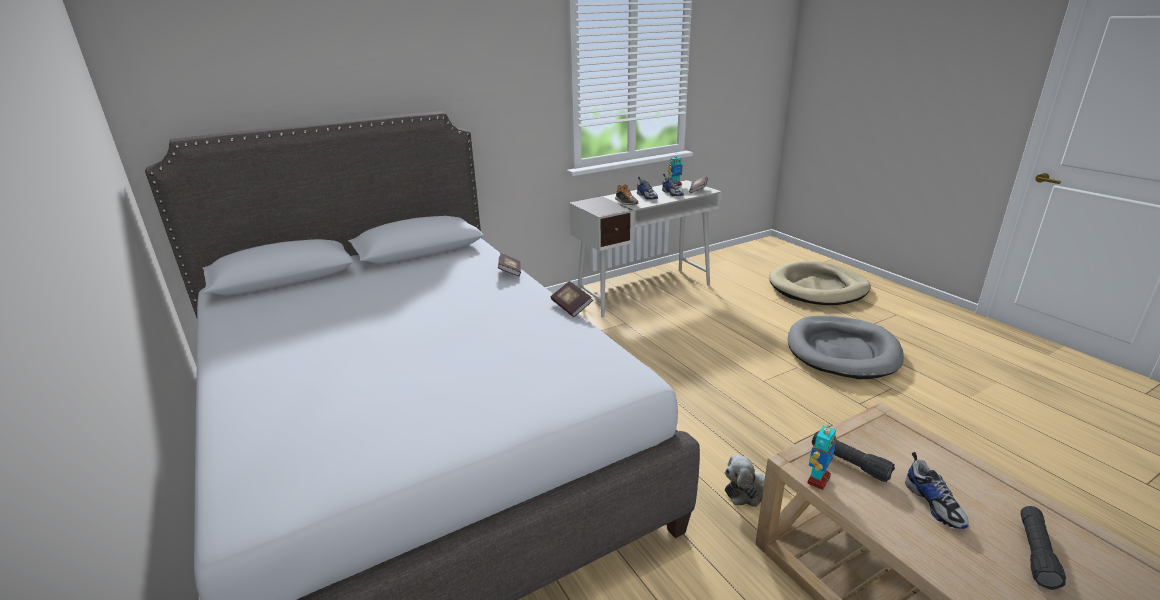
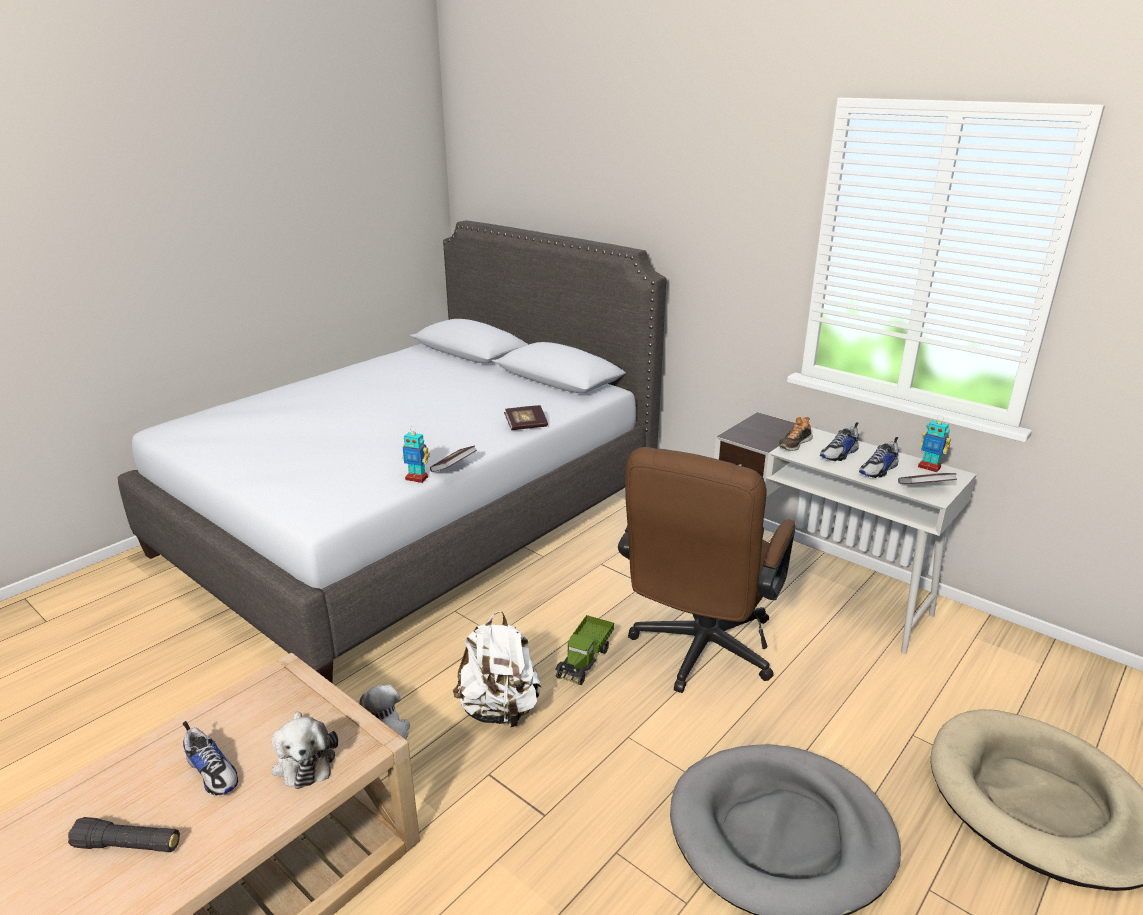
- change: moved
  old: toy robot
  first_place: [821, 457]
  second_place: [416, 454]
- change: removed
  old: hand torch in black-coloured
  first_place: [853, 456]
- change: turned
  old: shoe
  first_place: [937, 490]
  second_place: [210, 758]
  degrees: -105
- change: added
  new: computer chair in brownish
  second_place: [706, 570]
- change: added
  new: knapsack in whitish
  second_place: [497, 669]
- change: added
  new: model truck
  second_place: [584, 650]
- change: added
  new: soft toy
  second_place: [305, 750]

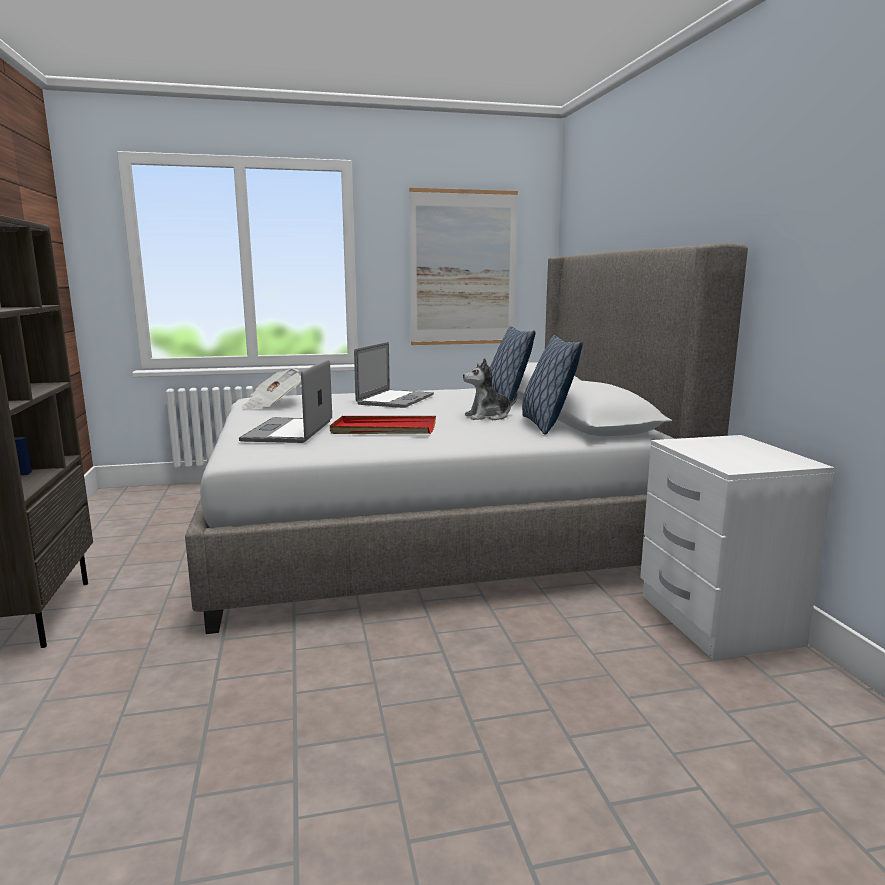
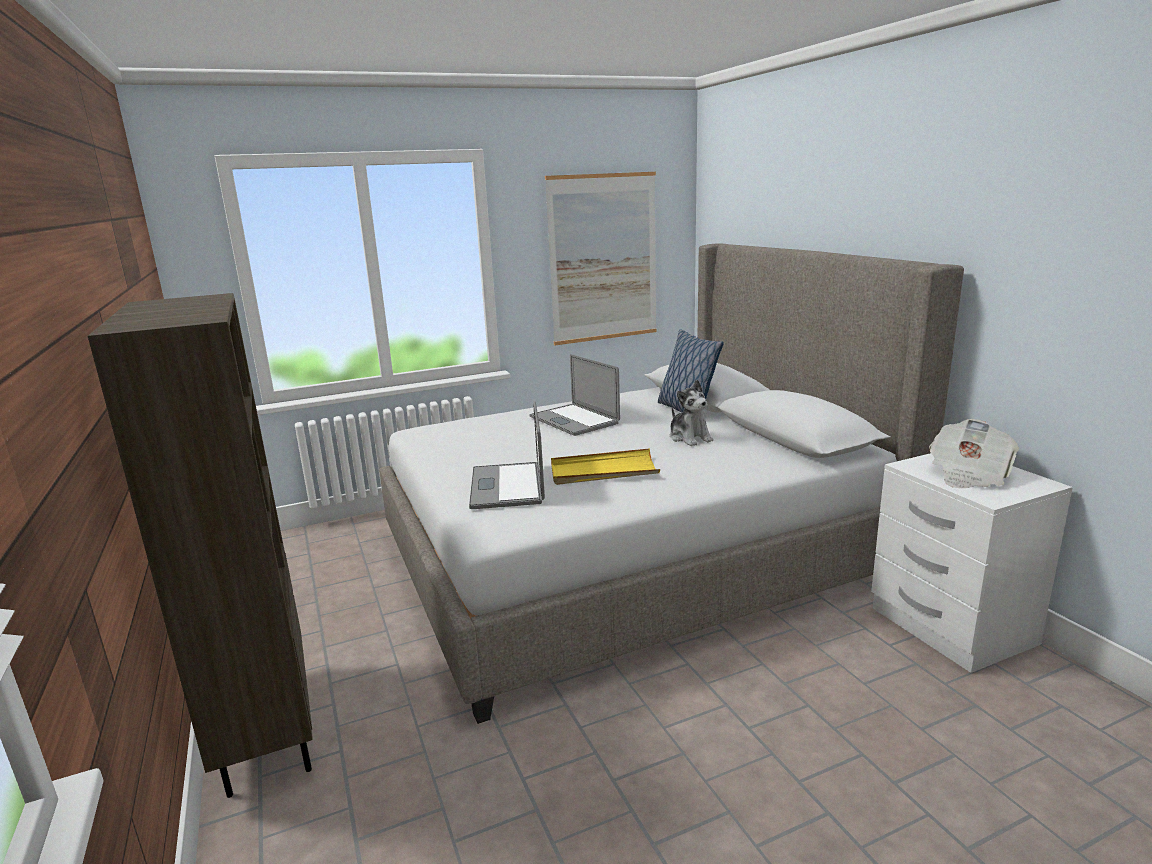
- change: removed
  old: pillow
  first_place: [552, 385]
- change: turned
  old: laptop
  first_place: [394, 375]
  second_place: [574, 395]
  degrees: 135
- change: turned
  old: soft toy
  first_place: [490, 389]
  second_place: [692, 413]
  degrees: -90
- change: moved
  old: printed paper
  first_place: [271, 389]
  second_place: [974, 453]
- change: recoloured
  old: carrying tray in red
  new: carrying tray in yellow
  first_place: [383, 425]
  second_place: [605, 466]

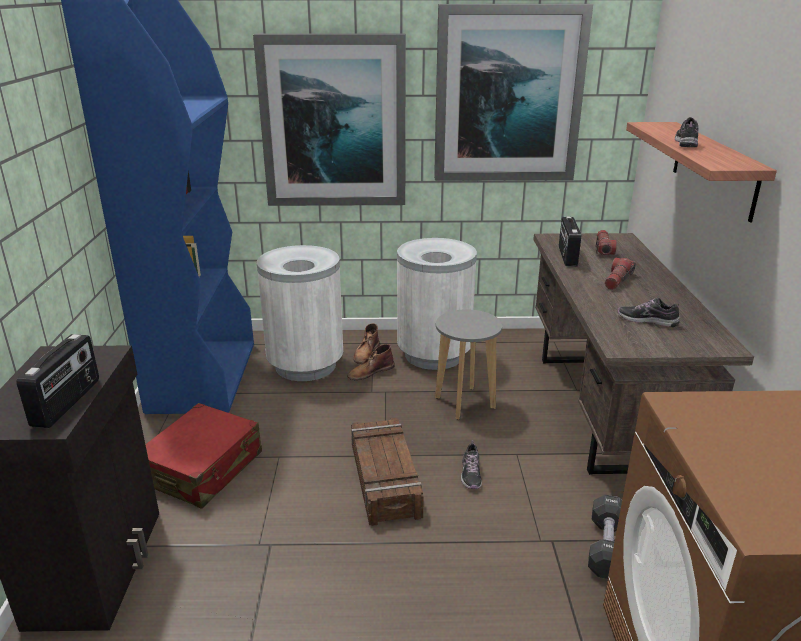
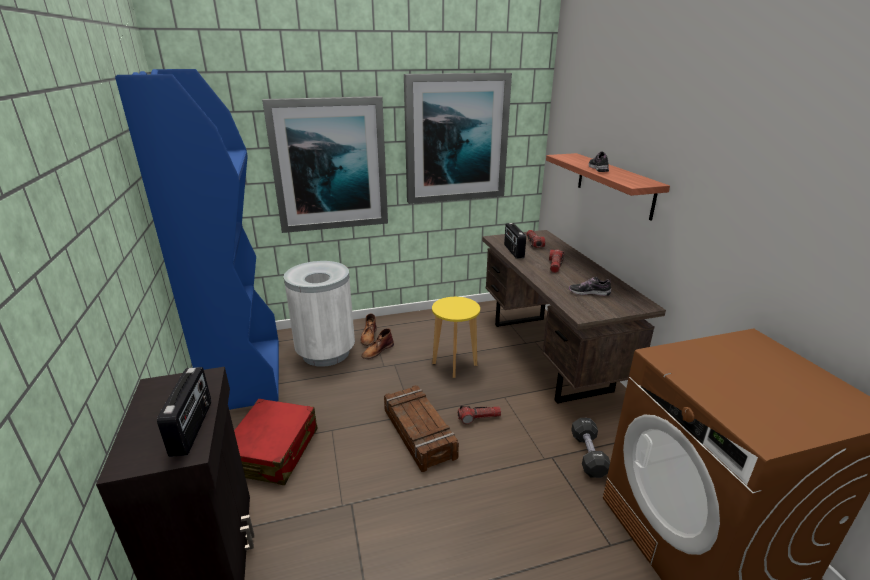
- change: removed
  old: rubbish bin in whitish
  first_place: [437, 304]
- change: recoloured
  old: stool in grey
  new: stool in yellow
  first_place: [468, 364]
  second_place: [456, 337]
- change: replaced
  old: shoe
  new: hand torch
  first_place: [471, 464]
  second_place: [479, 414]

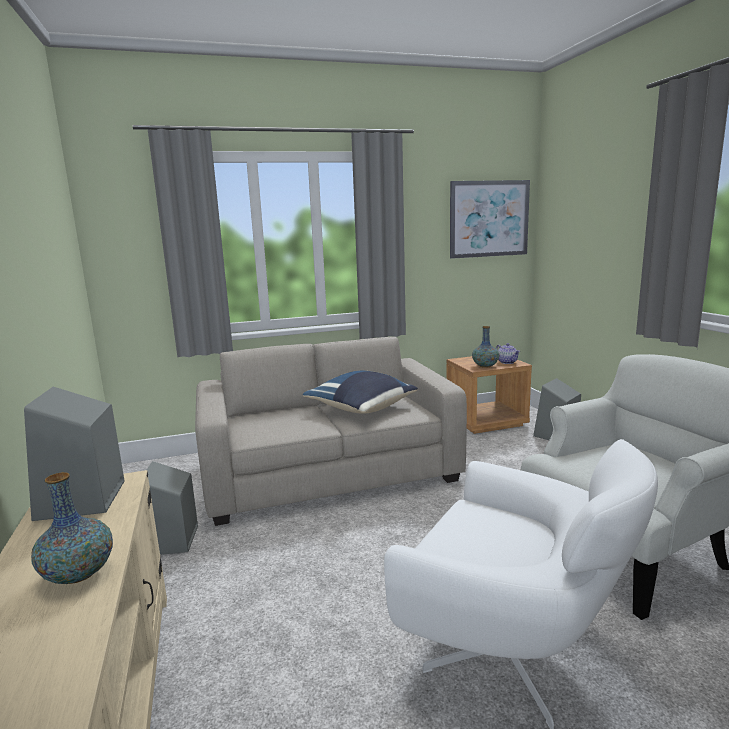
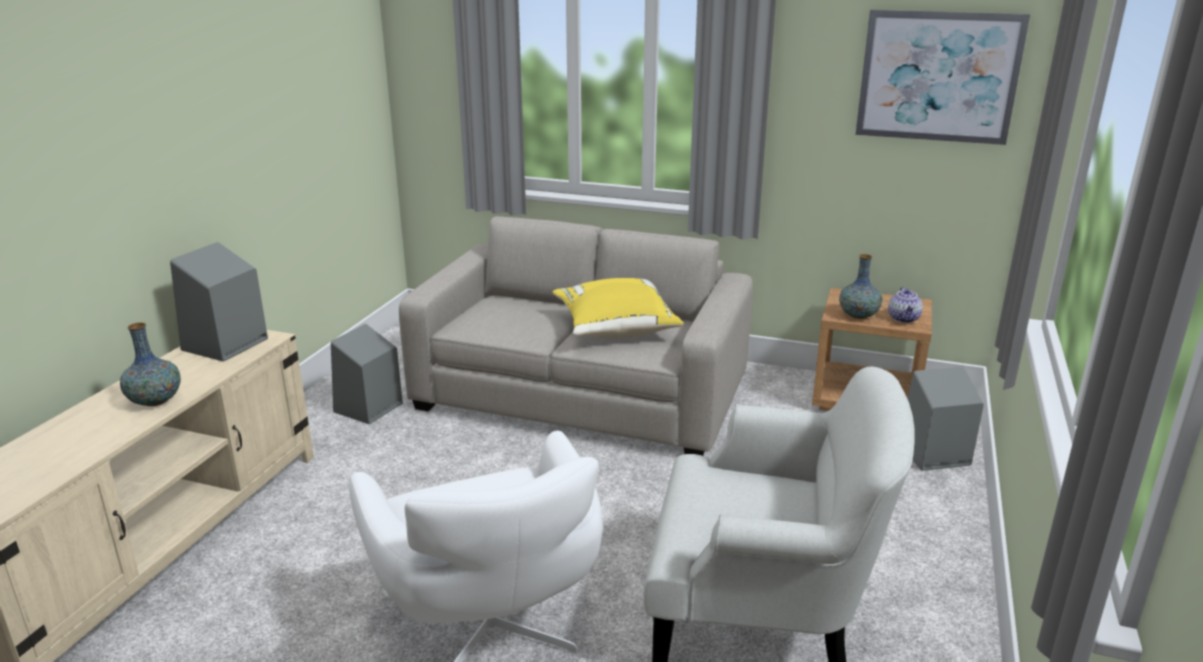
- change: recoloured
  old: pillow in blue
  new: pillow in yellow
  first_place: [360, 392]
  second_place: [618, 308]

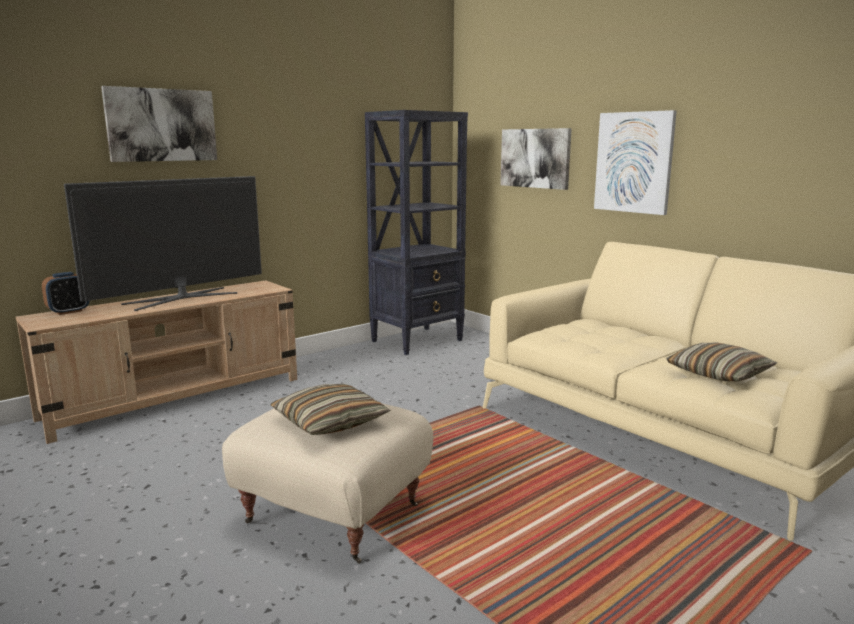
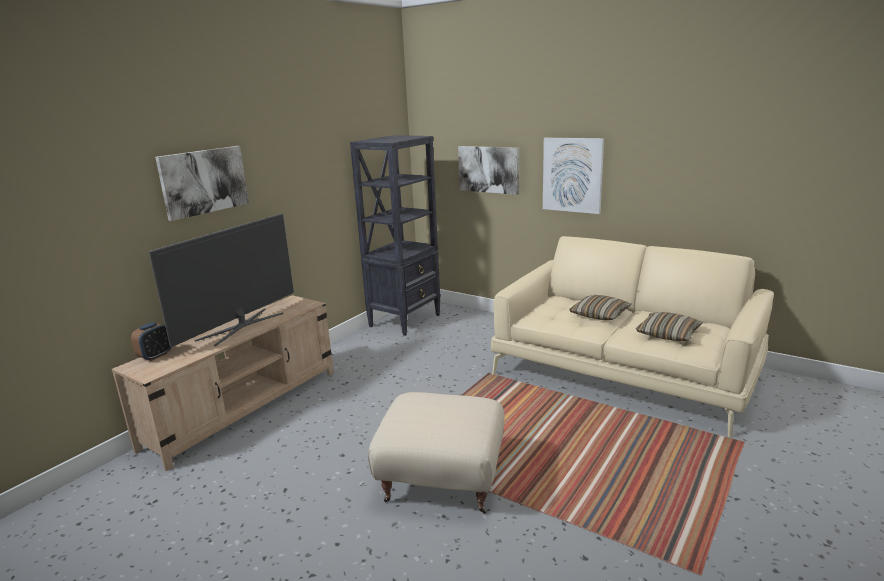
- change: moved
  old: pillow
  first_place: [331, 409]
  second_place: [600, 307]

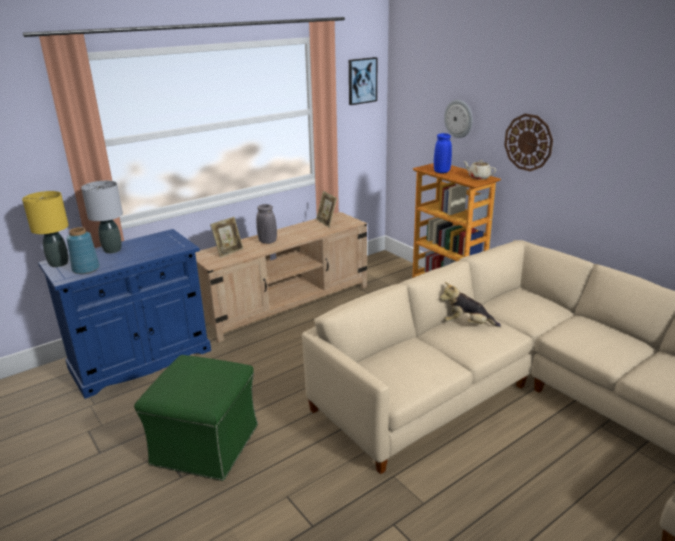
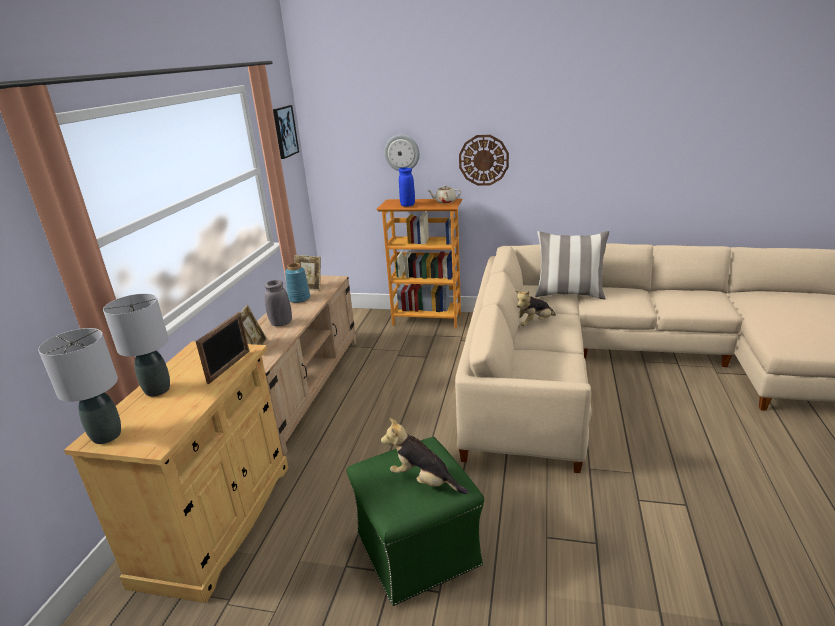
- change: recoloured
  old: lamp for a table in yellow
  new: lamp for a table in grey
  first_place: [45, 229]
  second_place: [79, 386]
- change: moved
  old: decorative vase in blue
  first_place: [83, 250]
  second_place: [297, 283]
- change: recoloured
  old: cabinet in blue
  new: cabinet in beige
  first_place: [124, 314]
  second_place: [176, 472]
- change: added
  new: pillow
  second_place: [572, 265]
- change: added
  new: picture frame
  second_place: [222, 348]
- change: added
  new: soft toy
  second_place: [424, 456]

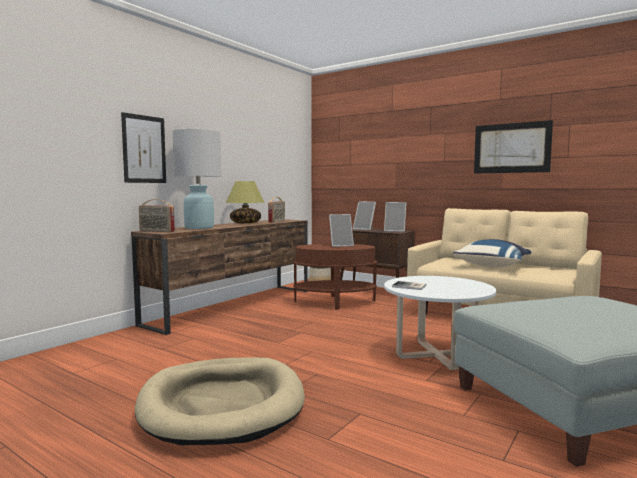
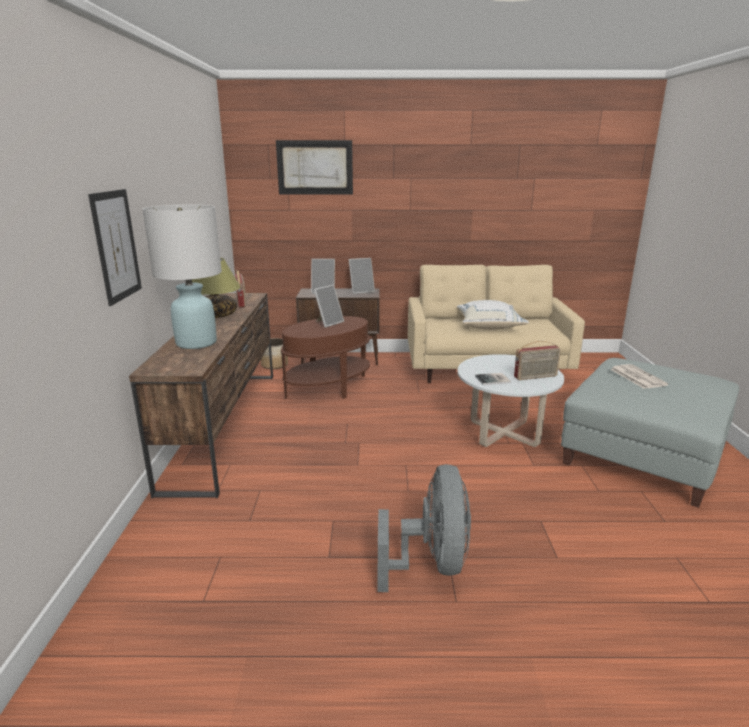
- change: moved
  old: picture
  first_place: [513, 147]
  second_place: [314, 167]
- change: moved
  old: radio set
  first_place: [157, 215]
  second_place: [537, 360]
- change: recoloured
  old: pillow in blue
  new: pillow in whitish
  first_place: [492, 253]
  second_place: [493, 315]
- change: replaced
  old: dog cushion in beige
  new: electric fan in grey
  first_place: [220, 401]
  second_place: [424, 528]
- change: added
  new: printed paper
  second_place: [639, 376]

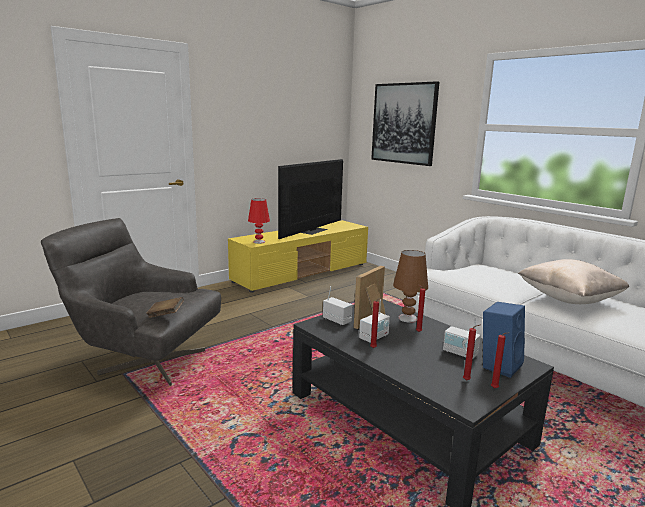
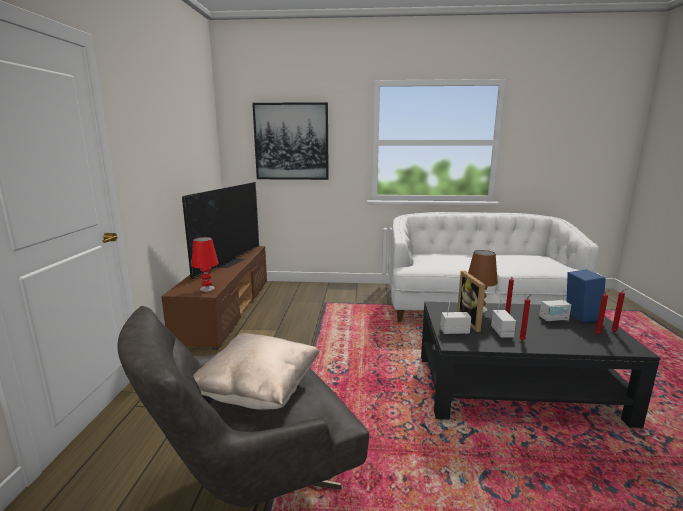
- change: turned
  old: TV
  first_place: [310, 199]
  second_place: [220, 230]
  degrees: -150
- change: recoloured
  old: tv stand in yellow
  new: tv stand in brownish
  first_place: [298, 256]
  second_place: [214, 298]
- change: moved
  old: pillow in beige
  first_place: [574, 281]
  second_place: [256, 371]
- change: removed
  old: book in brownish
  first_place: [165, 307]

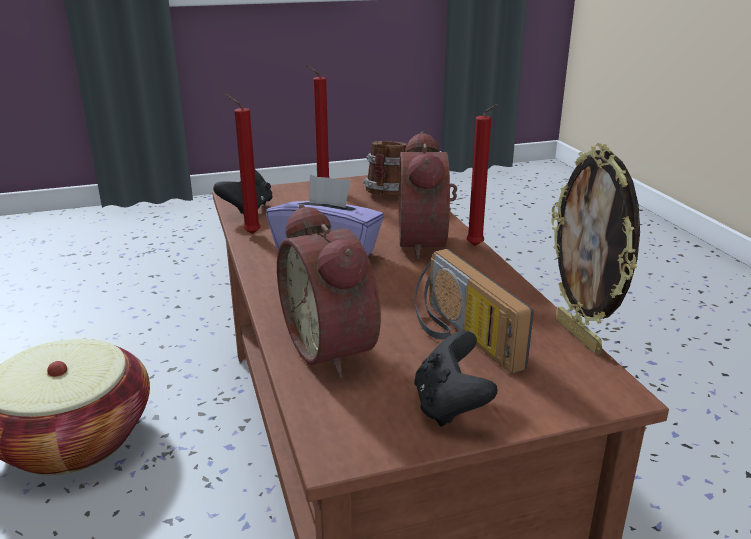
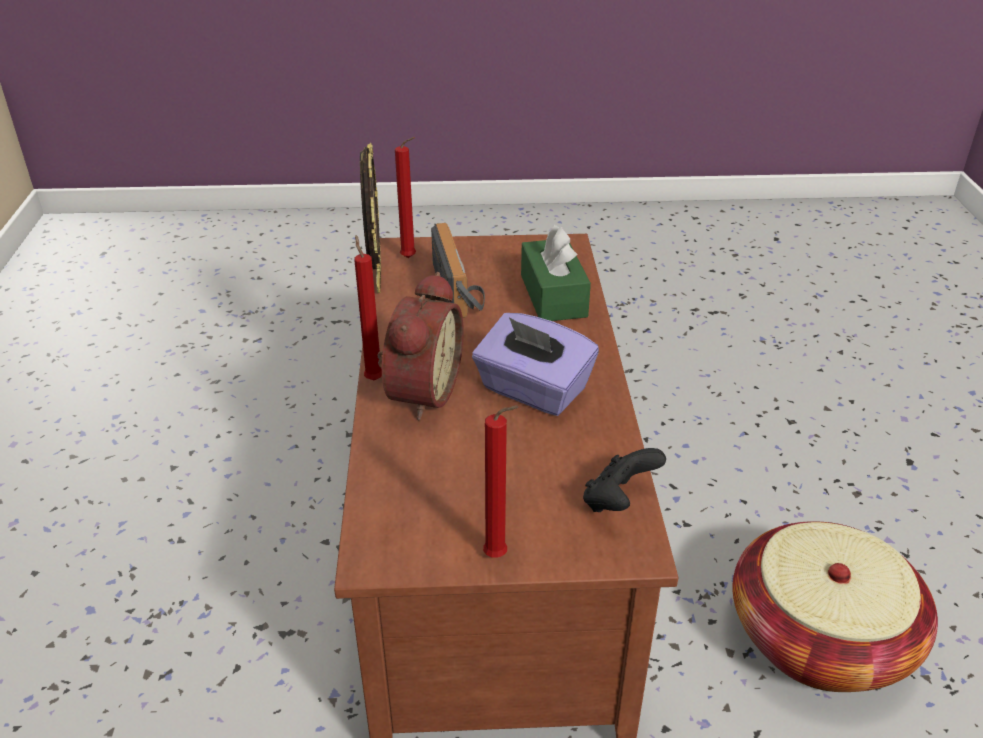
- change: moved
  old: wax candle in red
  first_place: [243, 164]
  second_place: [405, 197]
- change: removed
  old: coffee mug
  first_place: [385, 168]
- change: replaced
  old: table clock
  new: box of tissues in green-coloured
  first_place: [329, 291]
  second_place: [556, 273]
- change: removed
  old: joypad in black-coloured
  first_place: [455, 379]

